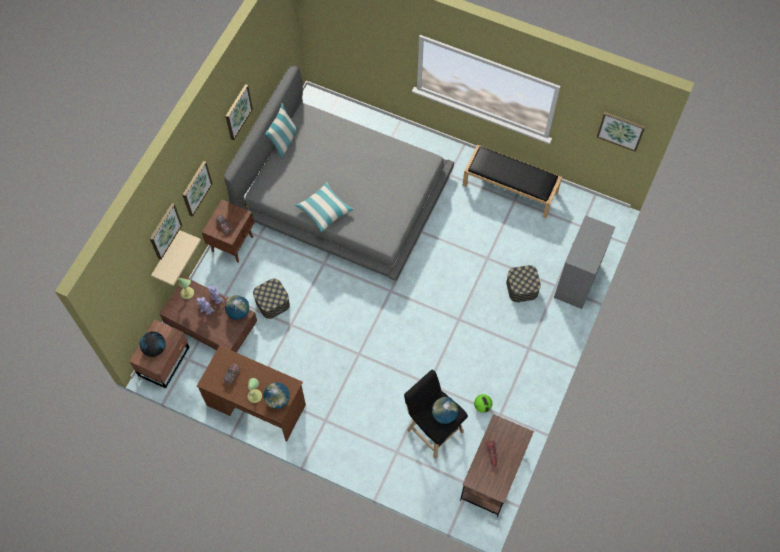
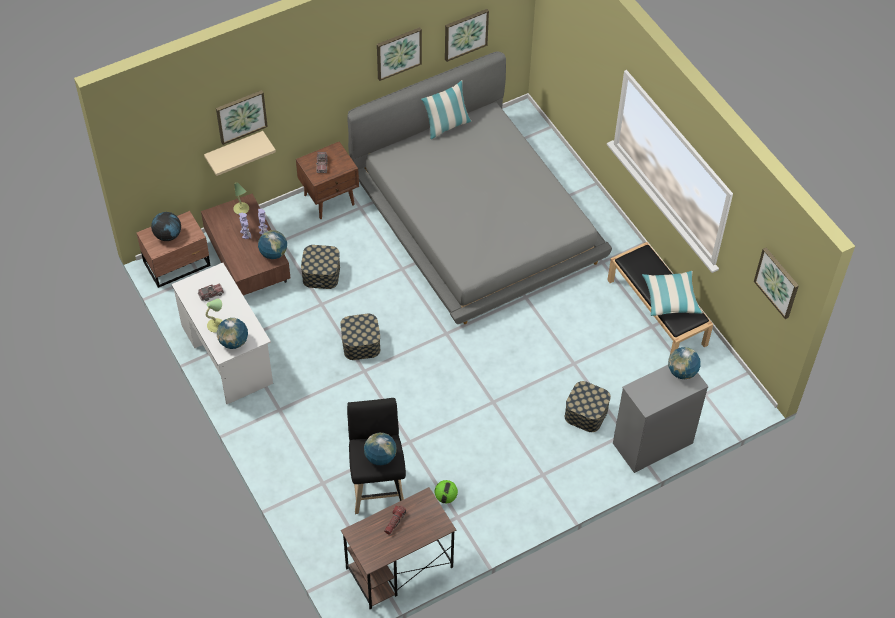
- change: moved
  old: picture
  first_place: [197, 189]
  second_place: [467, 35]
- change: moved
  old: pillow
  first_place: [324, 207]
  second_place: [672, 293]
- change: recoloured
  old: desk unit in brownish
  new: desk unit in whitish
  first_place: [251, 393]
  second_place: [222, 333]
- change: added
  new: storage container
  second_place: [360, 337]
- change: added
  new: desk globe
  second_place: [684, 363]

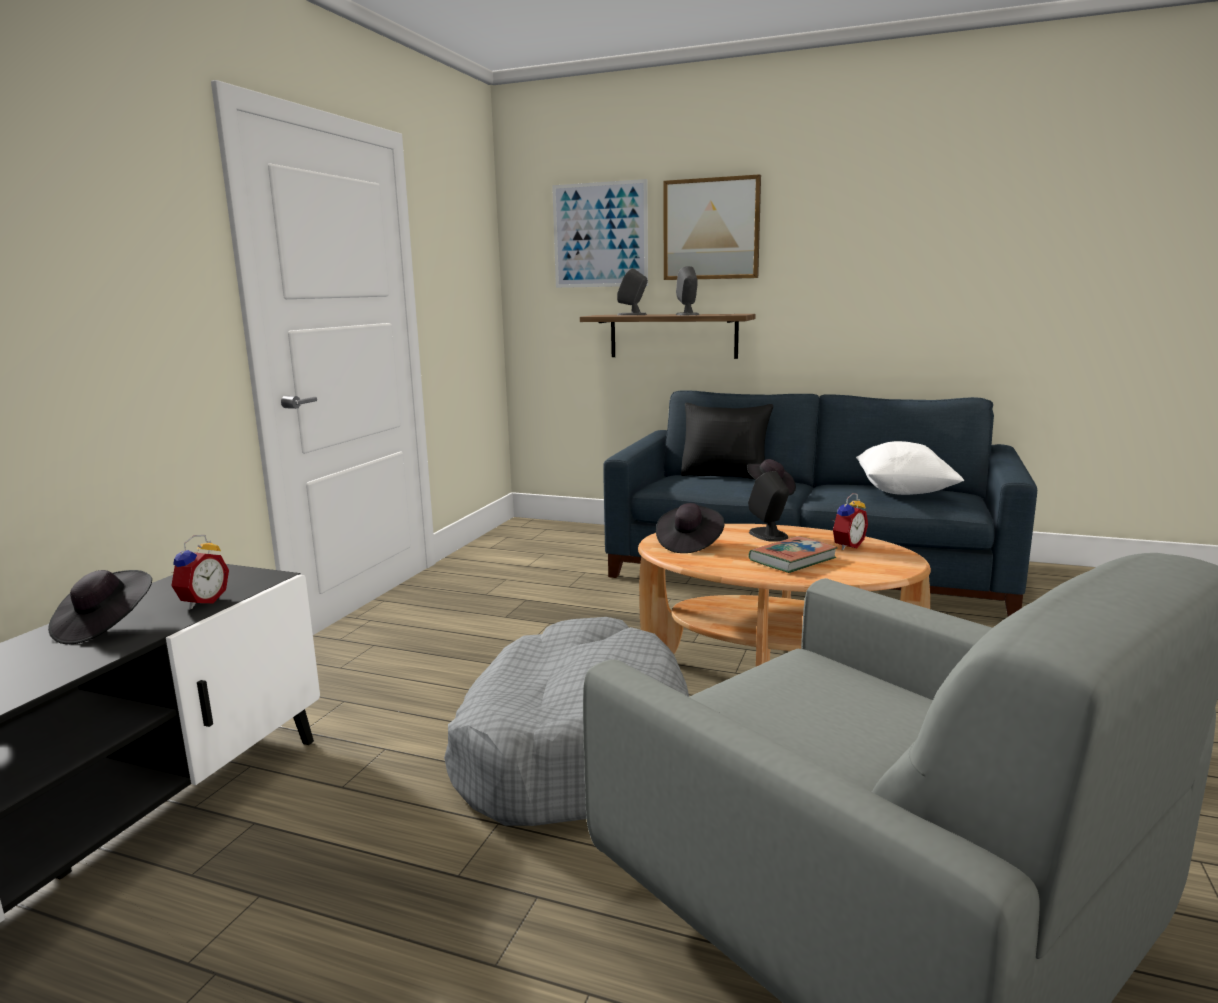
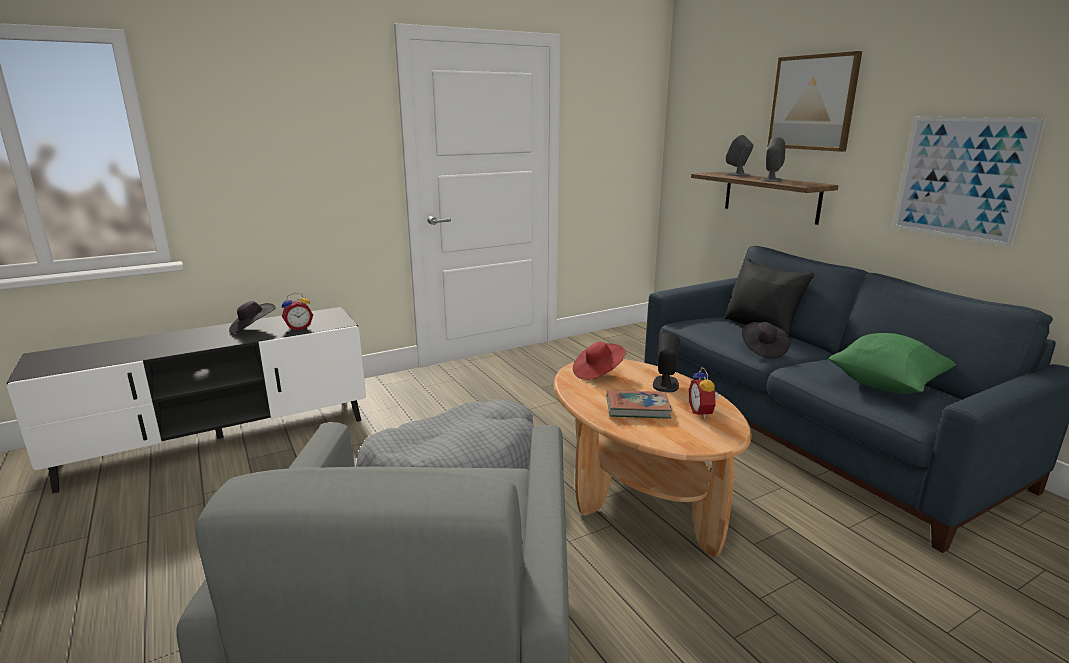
- change: moved
  old: picture
  first_place: [600, 233]
  second_place: [969, 182]
- change: recoloured
  old: pillow in whitish
  new: pillow in green-coloured
  first_place: [910, 468]
  second_place: [892, 363]
- change: turned
  old: table clock
  first_place: [850, 521]
  second_place: [704, 393]
  degrees: 90
- change: recoloured
  old: hat in black-coloured
  new: hat in red
  first_place: [690, 528]
  second_place: [599, 361]

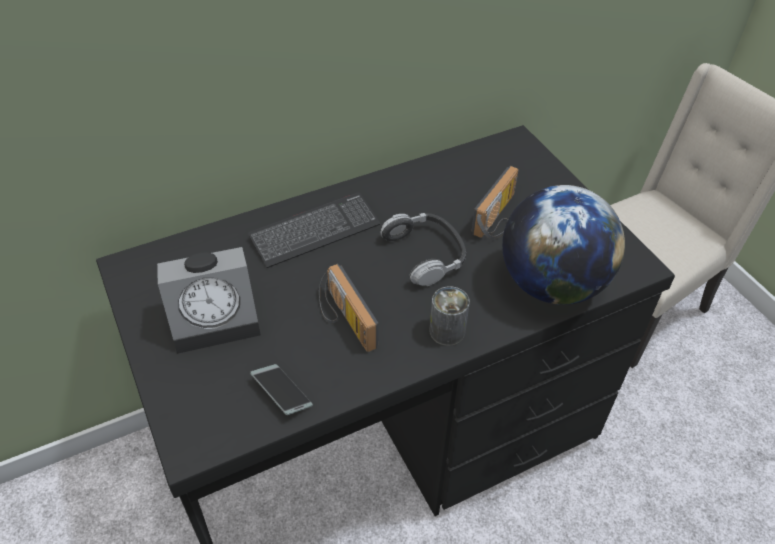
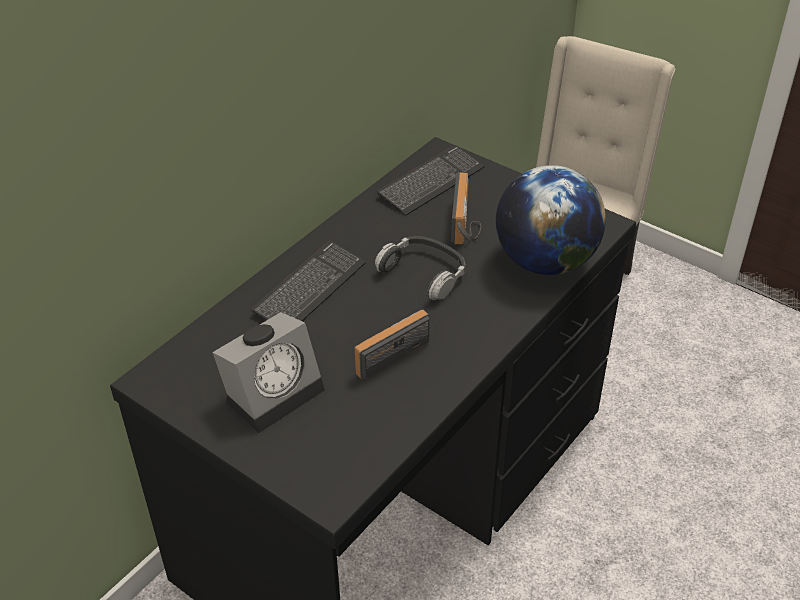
- change: turned
  old: radio set
  first_place: [348, 308]
  second_place: [392, 345]
  degrees: 105
- change: removed
  old: can
  first_place: [449, 316]
- change: removed
  old: phone
  first_place: [281, 389]
- change: added
  new: keyboard
  second_place: [430, 180]

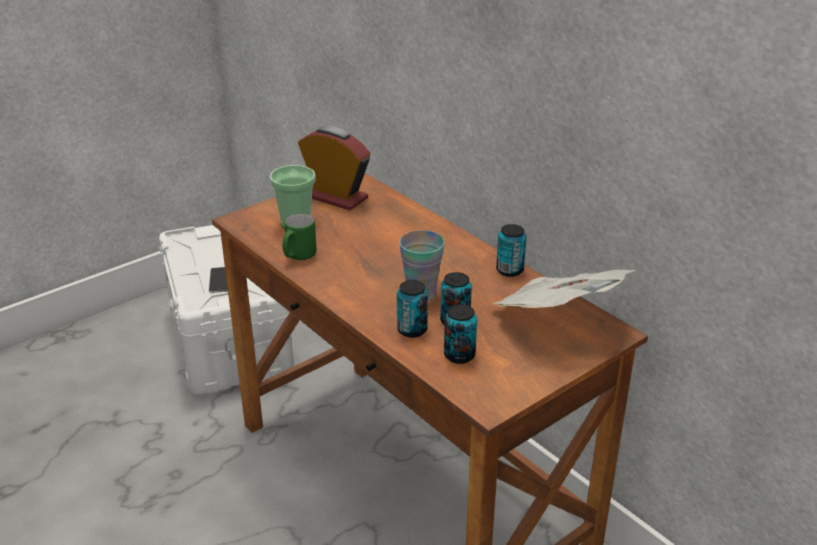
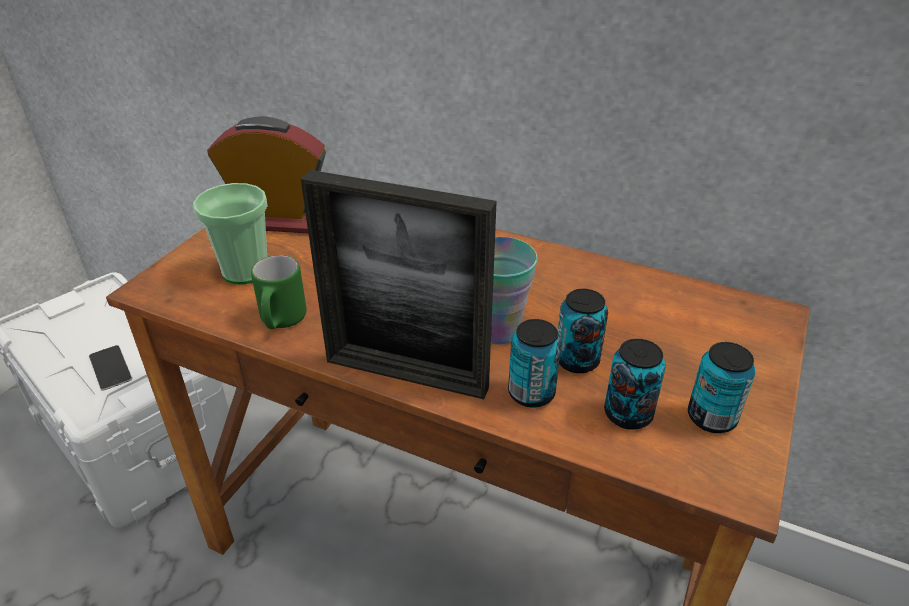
- change: moved
  old: can
  first_place: [511, 250]
  second_place: [722, 387]
- change: removed
  old: printed paper
  first_place: [564, 289]
- change: added
  new: picture frame
  second_place: [399, 284]

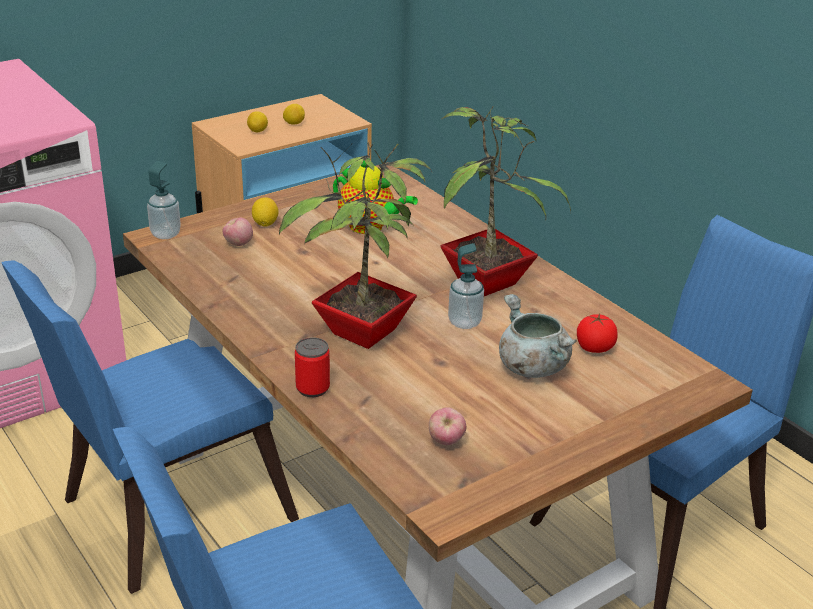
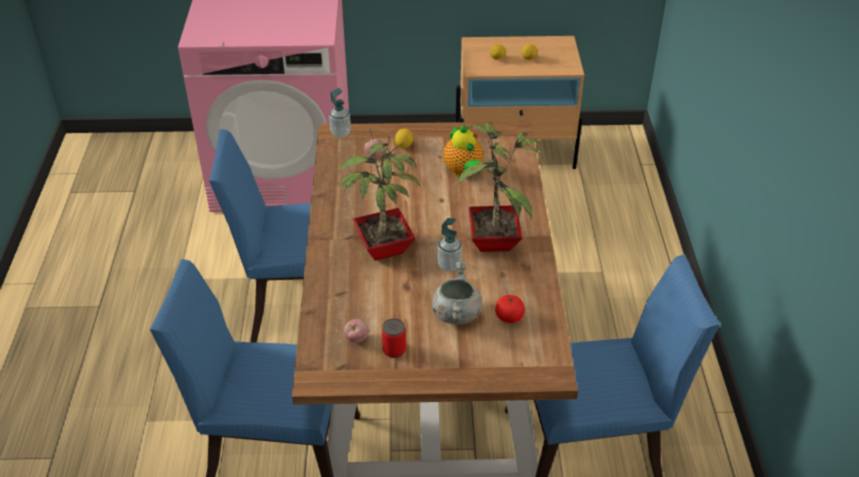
- change: moved
  old: can
  first_place: [312, 367]
  second_place: [394, 338]

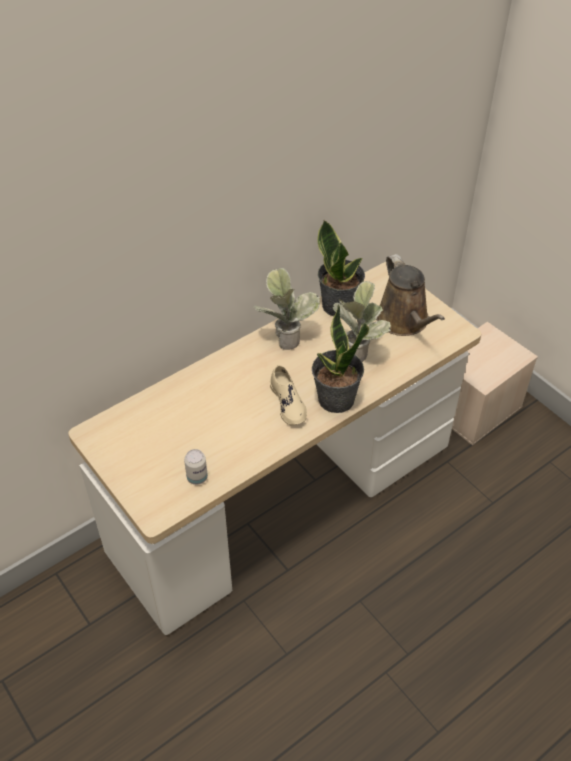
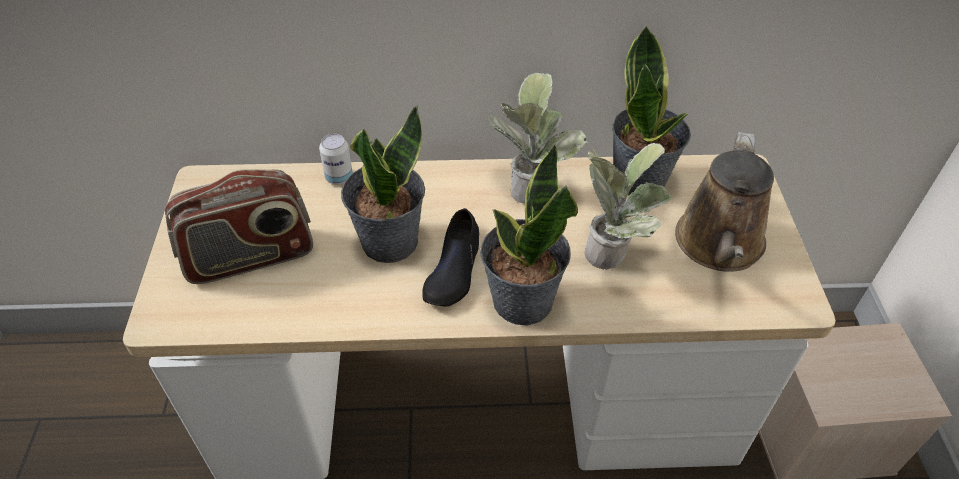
- change: recoloured
  old: shoe in beige
  new: shoe in black-coloured
  first_place: [288, 395]
  second_place: [450, 257]
- change: moved
  old: can
  first_place: [196, 467]
  second_place: [336, 159]
- change: added
  new: potted plant
  second_place: [383, 184]
- change: added
  new: radio set
  second_place: [239, 226]

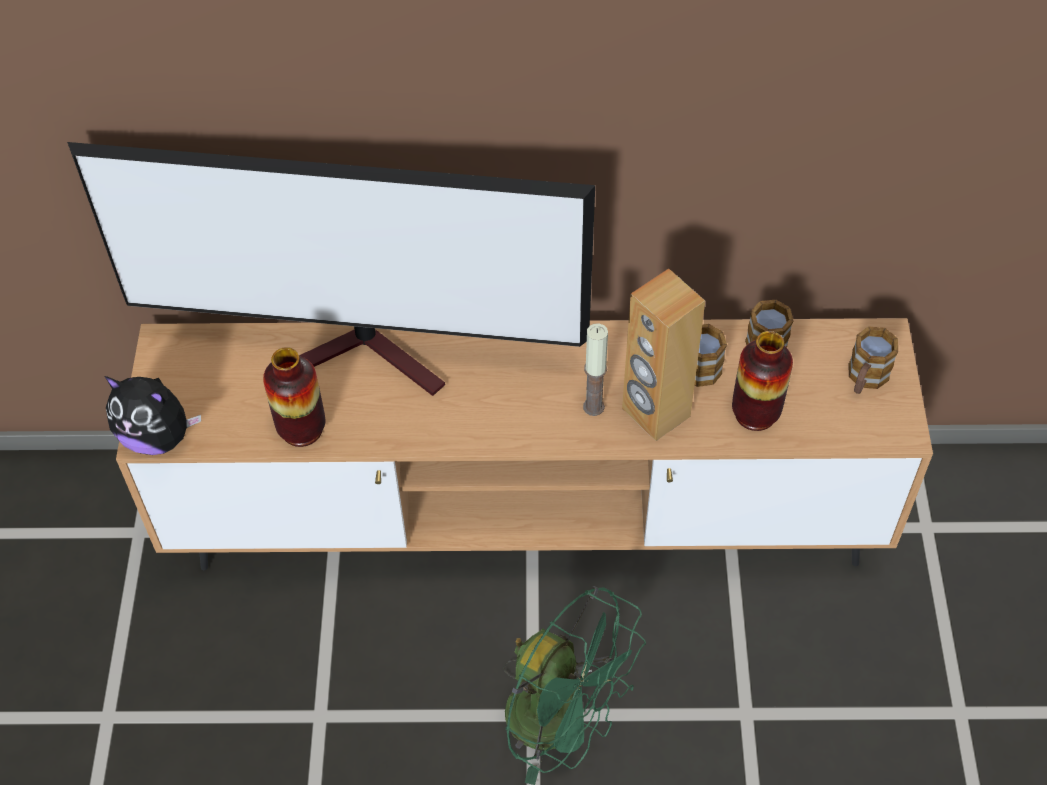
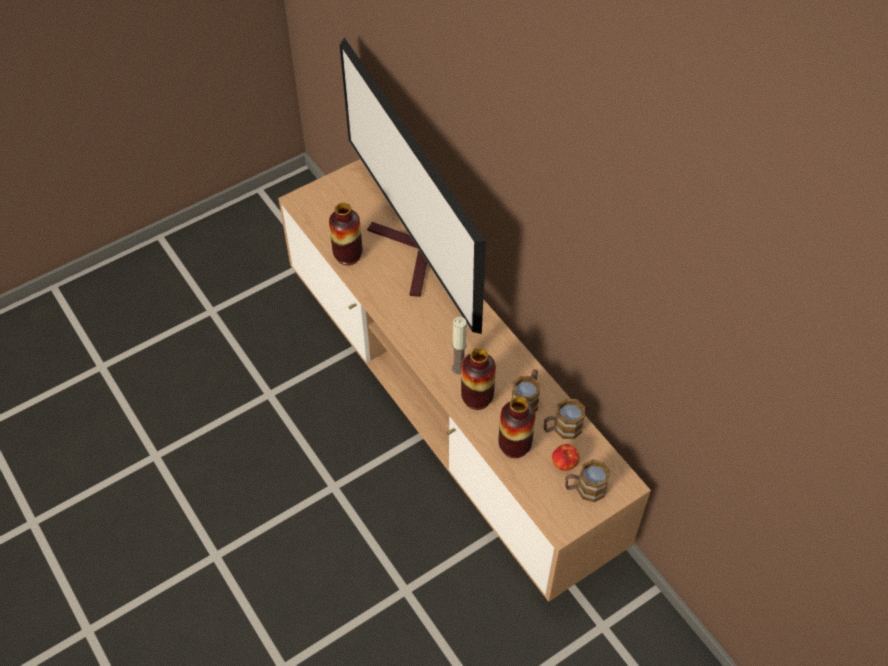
- change: replaced
  old: speaker in brownish
  new: decorative vase
  first_place: [663, 355]
  second_place: [478, 379]
- change: removed
  old: soft toy
  first_place: [152, 415]
- change: removed
  old: electric fan in green-coloured
  first_place: [574, 685]
- change: added
  new: apple fruit
  second_place: [566, 457]

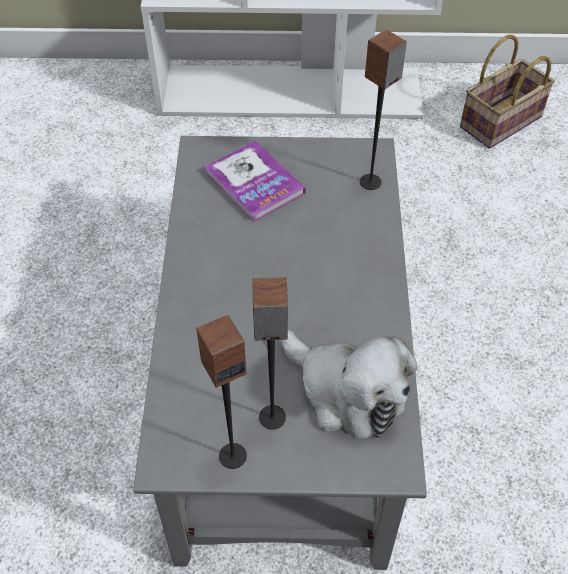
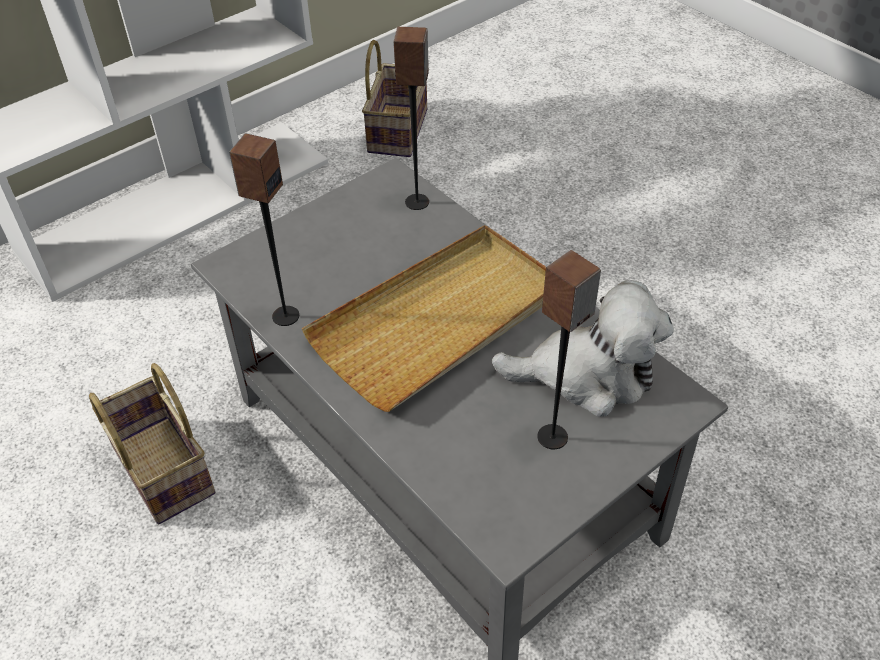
- change: removed
  old: book
  first_place: [254, 181]
- change: moved
  old: speaker
  first_place: [221, 391]
  second_place: [264, 230]
- change: added
  new: carrying tray in beige
  second_place: [424, 318]
- change: added
  new: storage basket
  second_place: [152, 443]

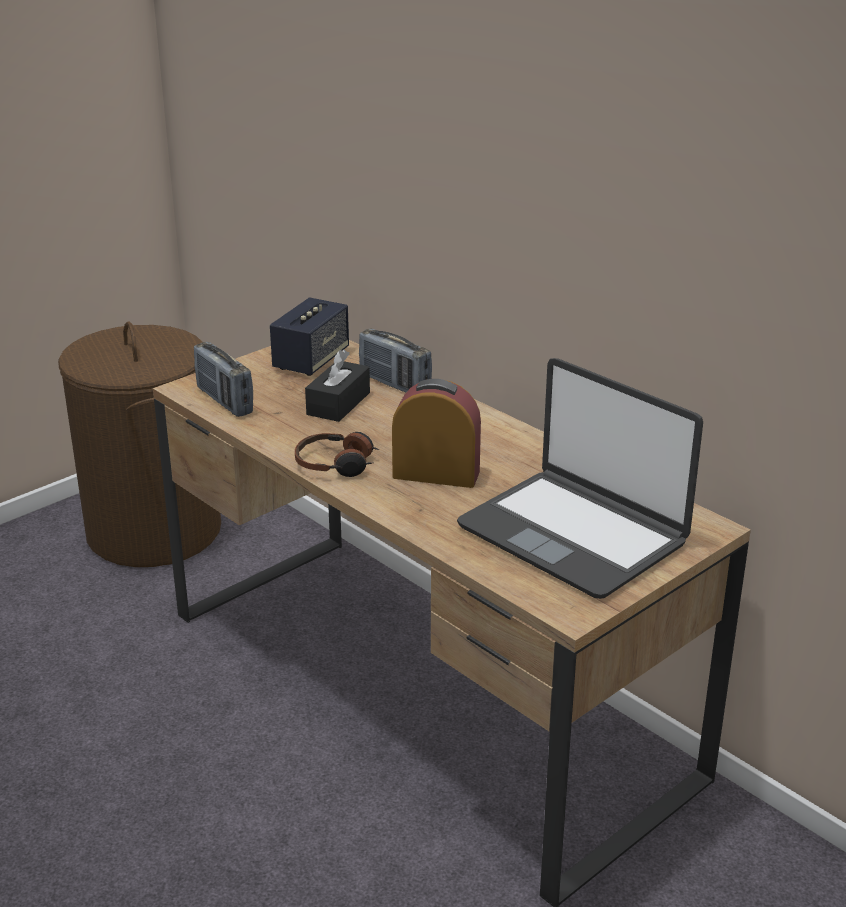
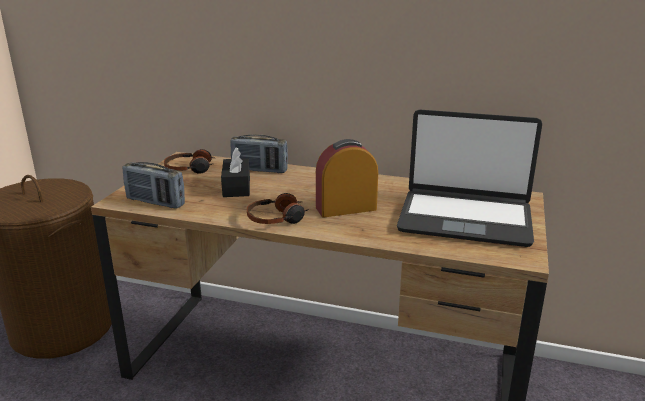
- change: replaced
  old: speaker
  new: headset
  first_place: [309, 336]
  second_place: [189, 161]

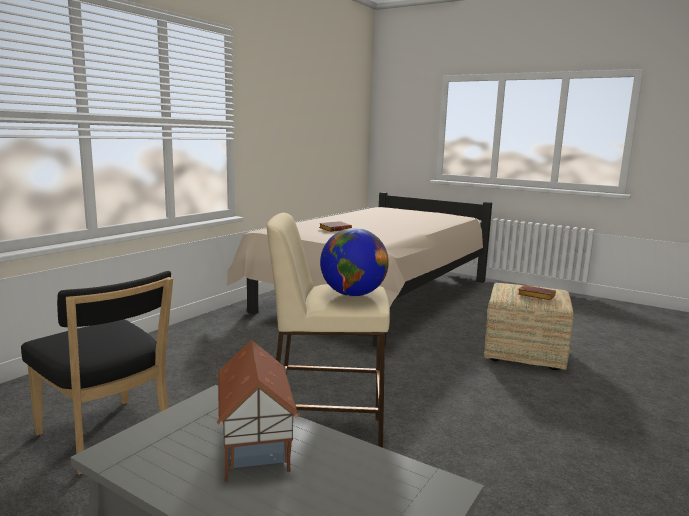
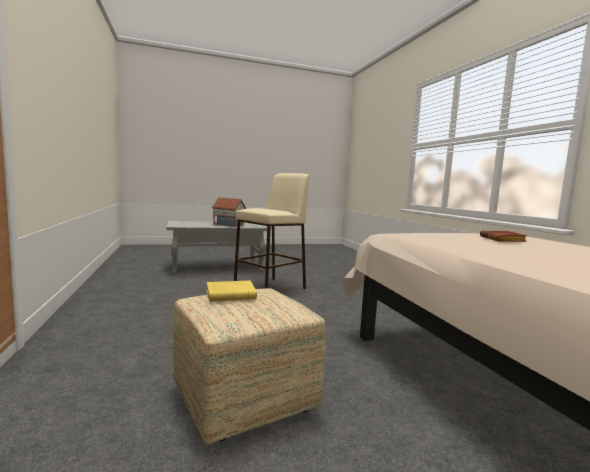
- change: removed
  old: desk globe
  first_place: [354, 262]
- change: removed
  old: chair in black-coloured
  first_place: [97, 373]
- change: recoloured
  old: book in brownish
  new: book in yellow
  first_place: [537, 292]
  second_place: [231, 291]

